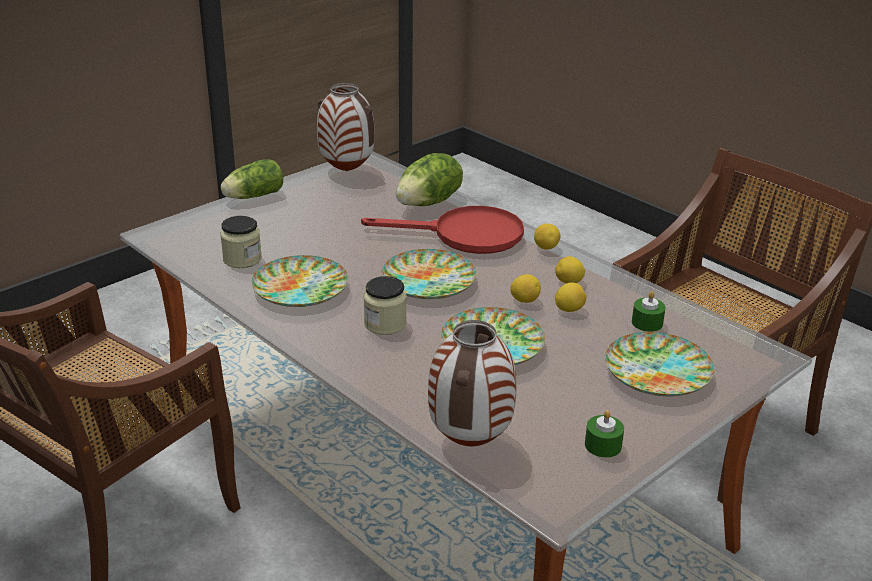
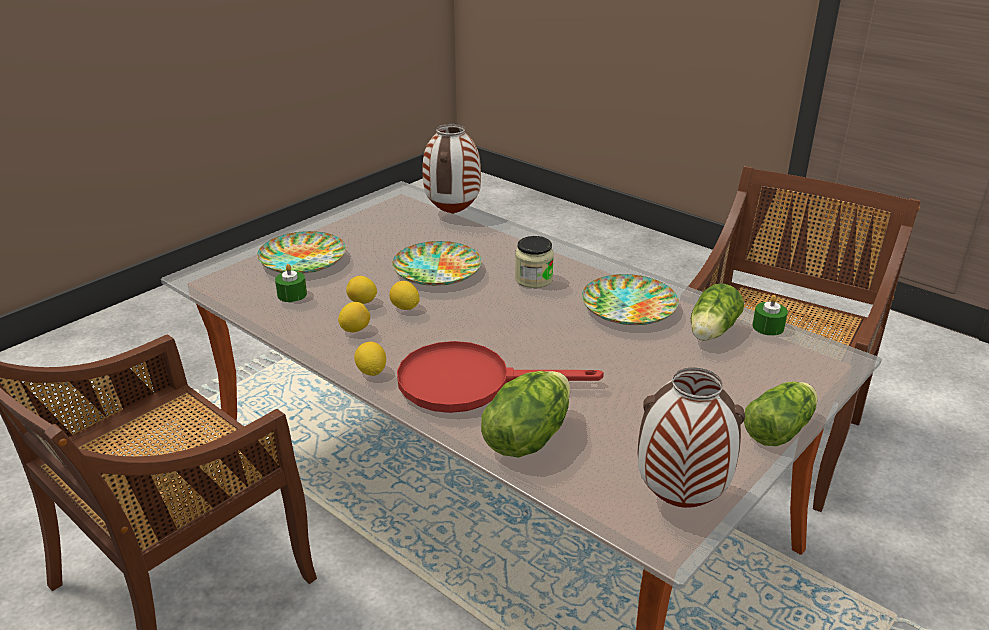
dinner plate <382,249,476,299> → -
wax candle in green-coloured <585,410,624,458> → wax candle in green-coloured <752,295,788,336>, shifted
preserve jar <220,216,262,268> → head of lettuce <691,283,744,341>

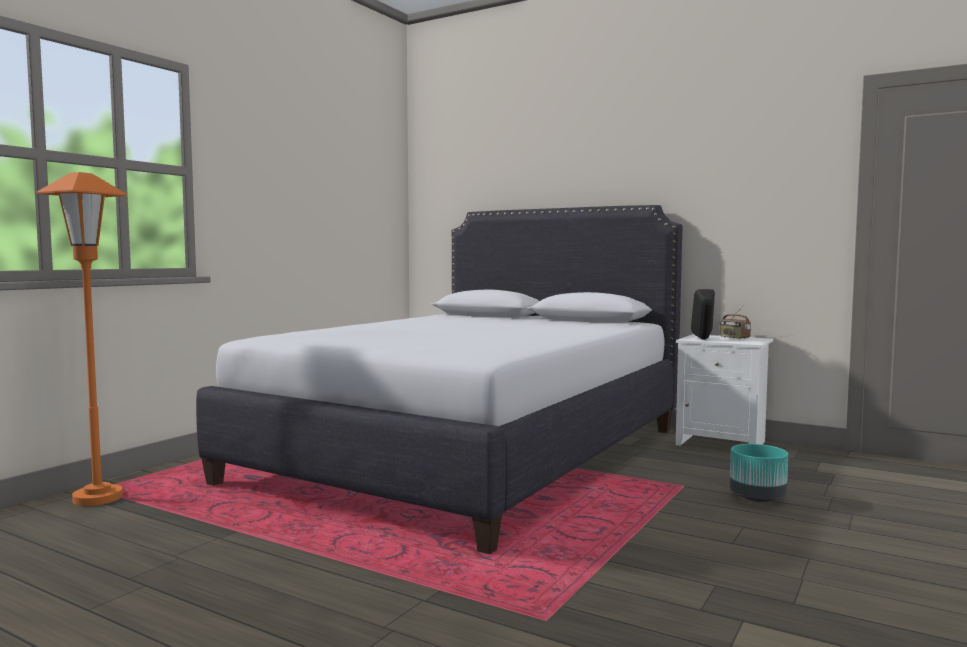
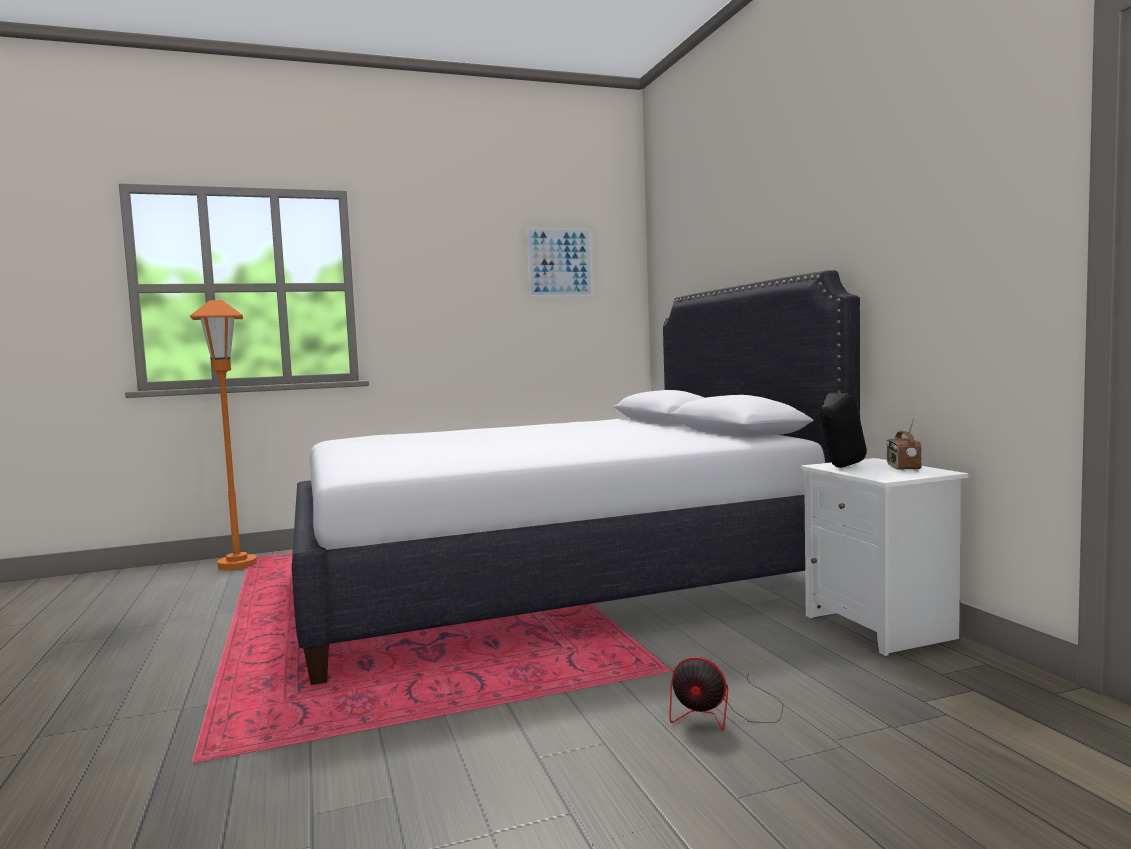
- → picture <526,227,593,297>
planter in blue-green <730,444,788,502> → fan <669,657,784,730>

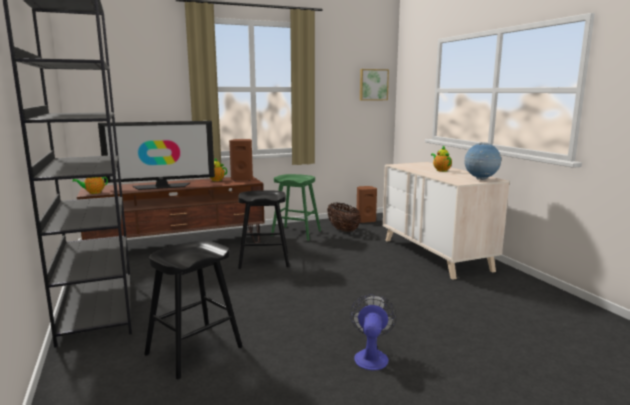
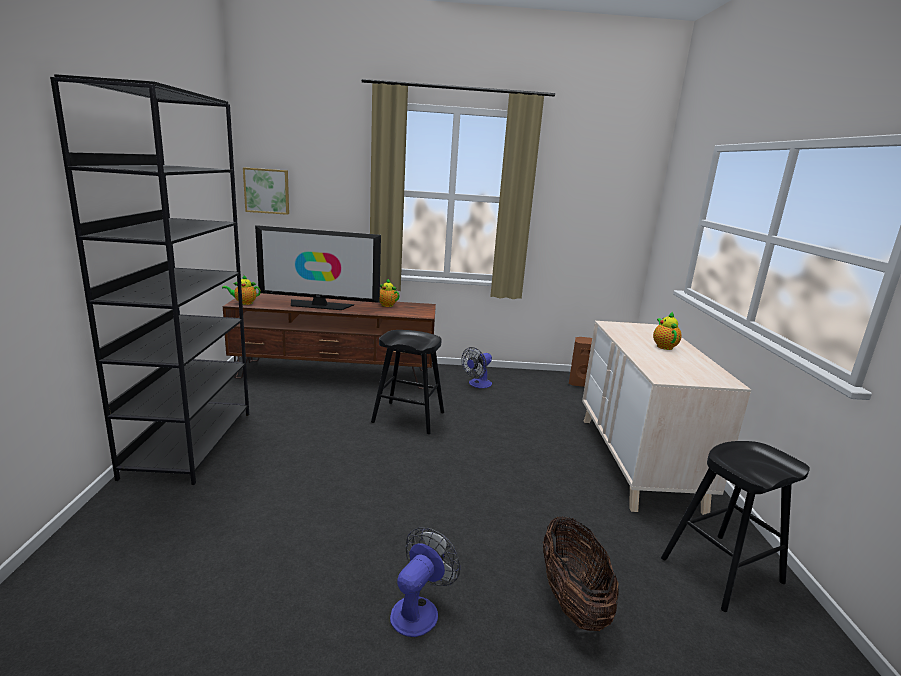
audio speaker in brown <229,139,253,181> → -
globe <464,142,501,180> → -
stool in blackish <144,241,242,379> → stool in blackish <661,441,810,612>, shifted
basket <327,203,361,232> → basket <543,516,619,631>, shifted
picture <360,69,389,101> → picture <243,168,289,215>, shifted
stool in green-coloured <271,174,321,241> → fan <461,347,492,388>

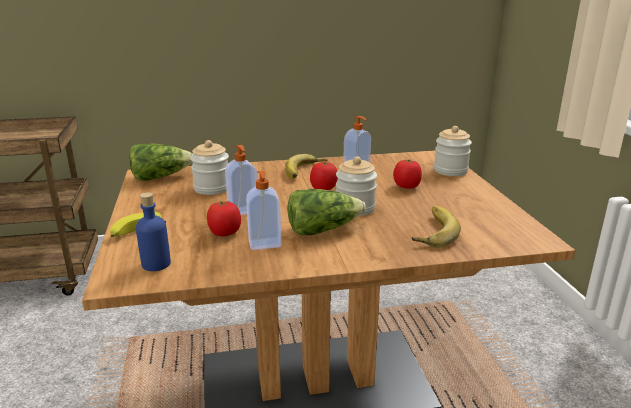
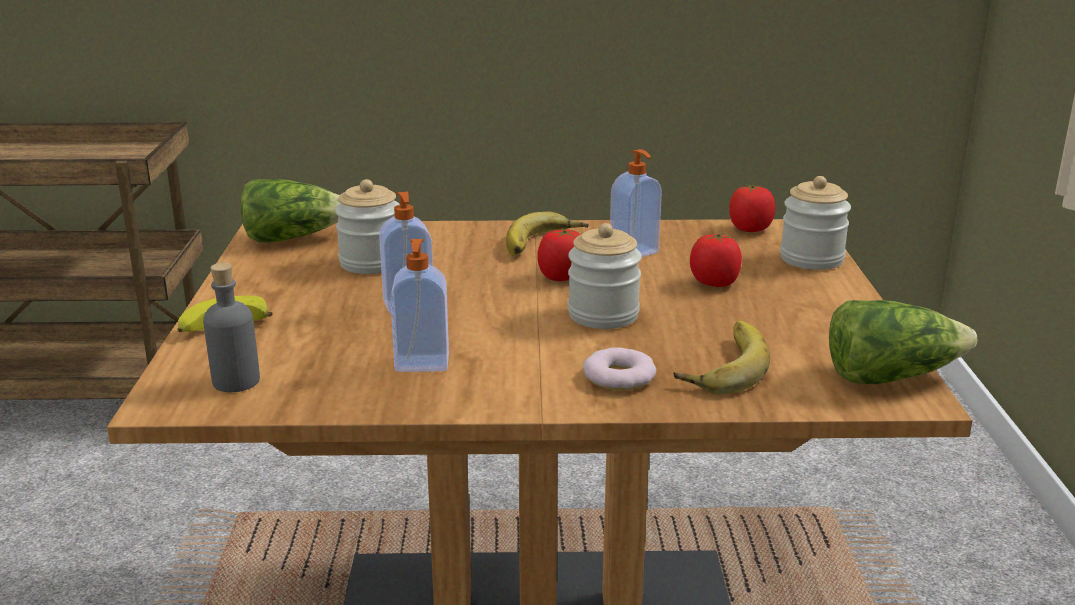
- → ring doughnut <583,347,656,390>
fresh tomato <207,200,241,236> → fresh tomato <729,184,775,232>, shifted
head of lettuce <288,189,366,235> → head of lettuce <829,300,977,384>, shifted
beverage bottle in bluish <136,192,171,271> → beverage bottle in greyish <203,263,260,392>

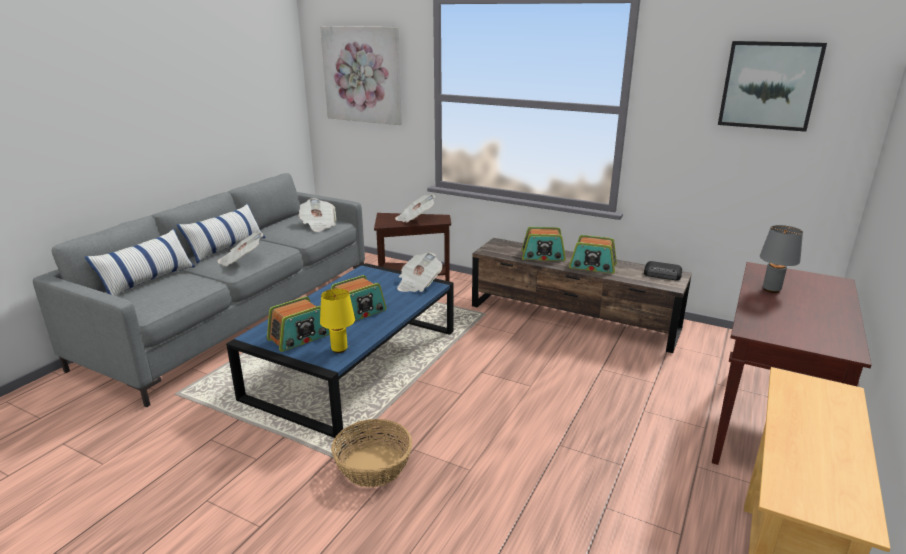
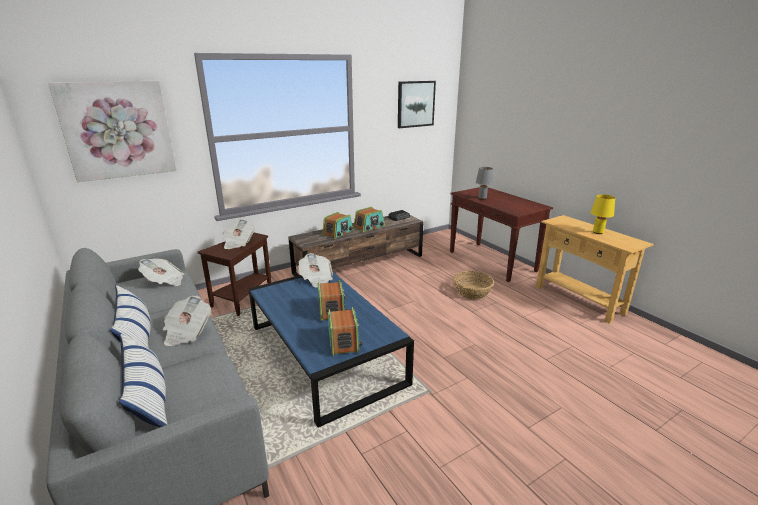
lamp for a table in yellowish <320,289,355,353> → lamp for a table in yellowish <591,194,615,234>, shifted
basket <331,419,412,487> → basket <454,271,494,300>, shifted

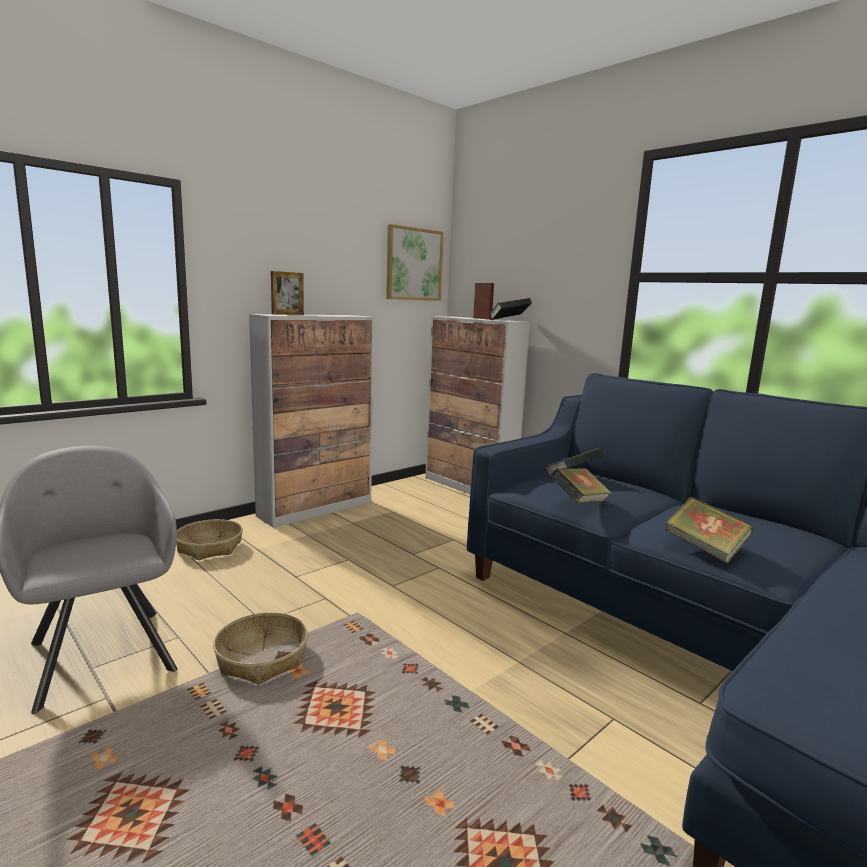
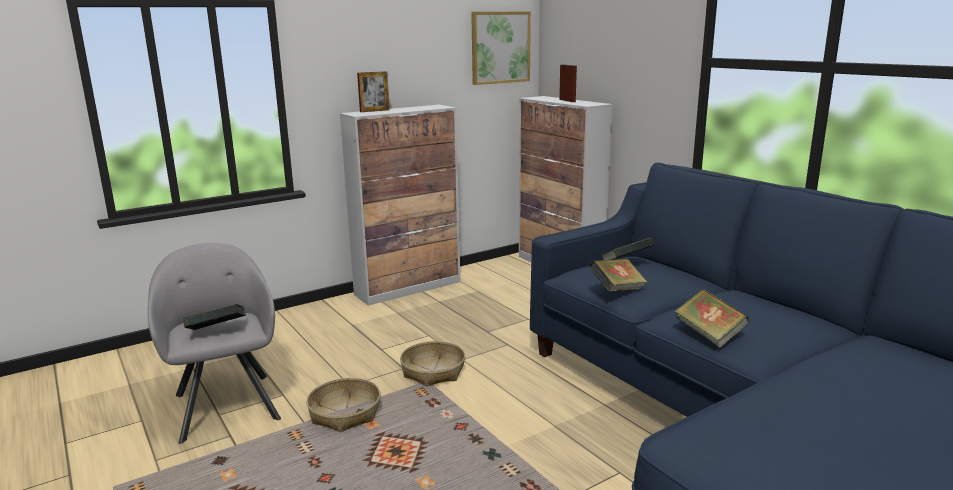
basket <176,519,243,560> → basket <400,341,466,386>, shifted
bound book <489,298,532,320> → bound book <183,304,246,330>, shifted

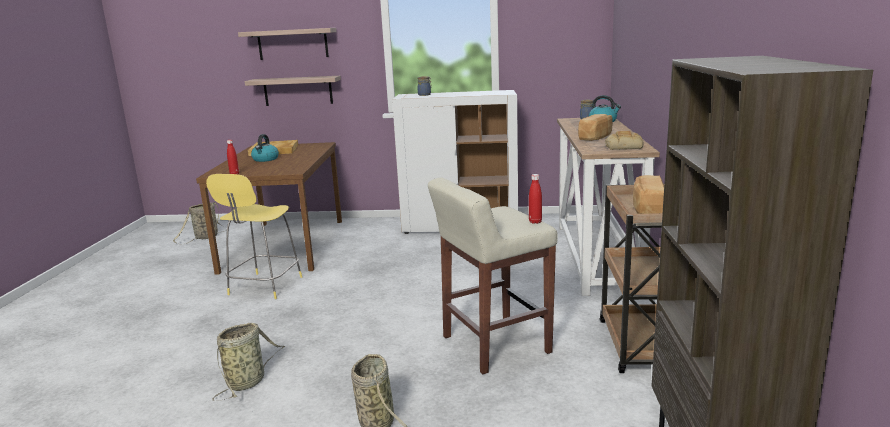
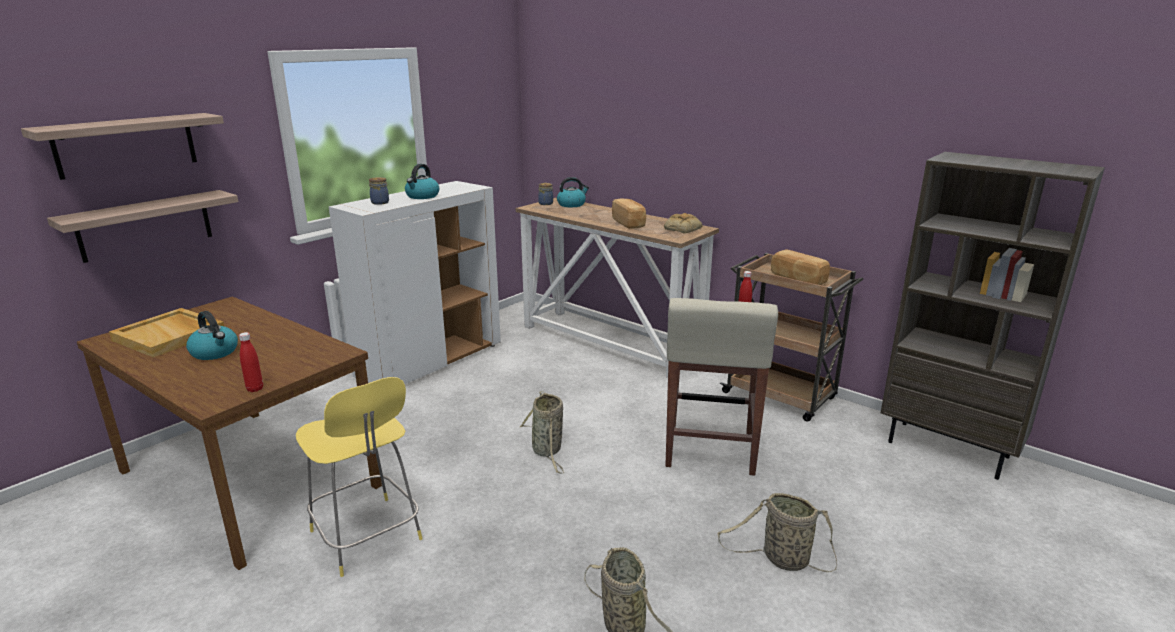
- → kettle <405,164,439,199>
basket <173,202,227,245> → basket <520,391,564,474>, shifted

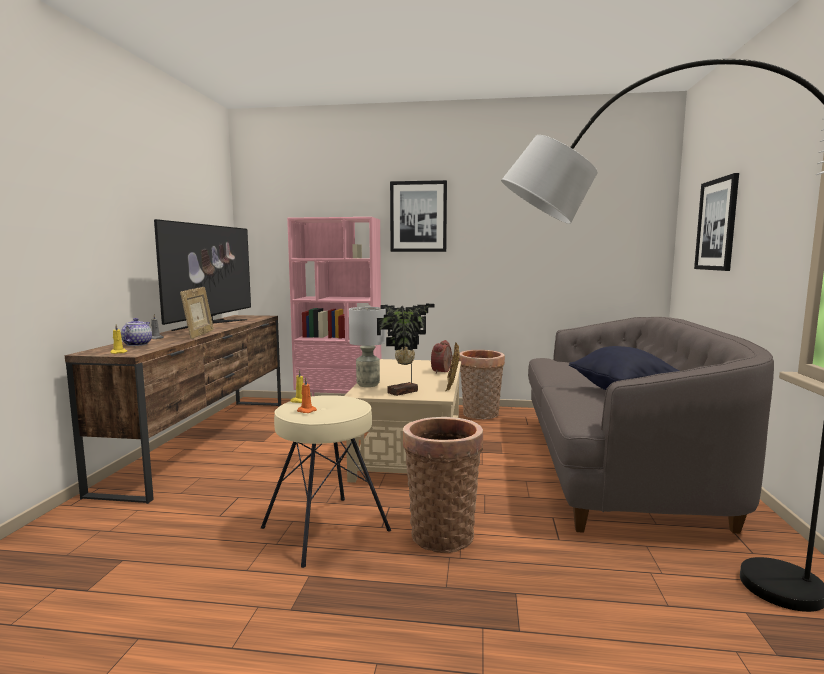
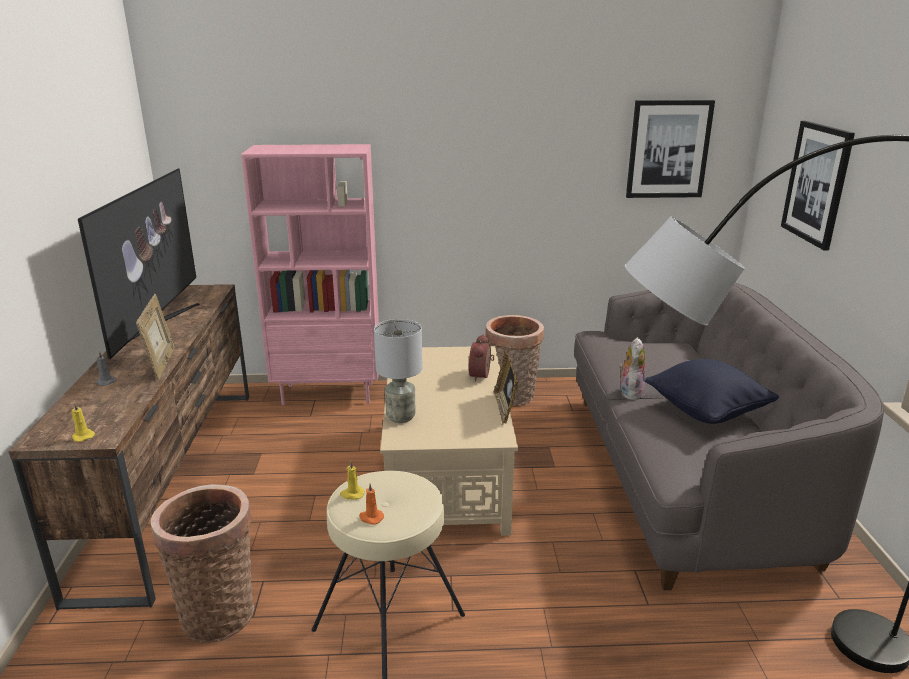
teapot <121,318,152,346> → -
houseplant <377,304,434,396> → -
- → plush toy <619,337,645,400>
picture <390,180,447,252> → picture <626,100,715,198>, shifted
basket <403,417,483,553> → basket <151,484,254,643>, shifted

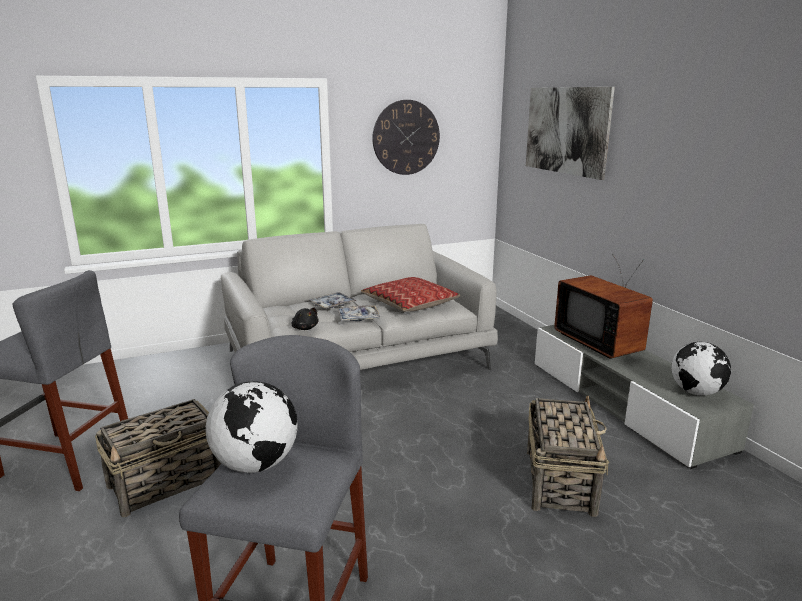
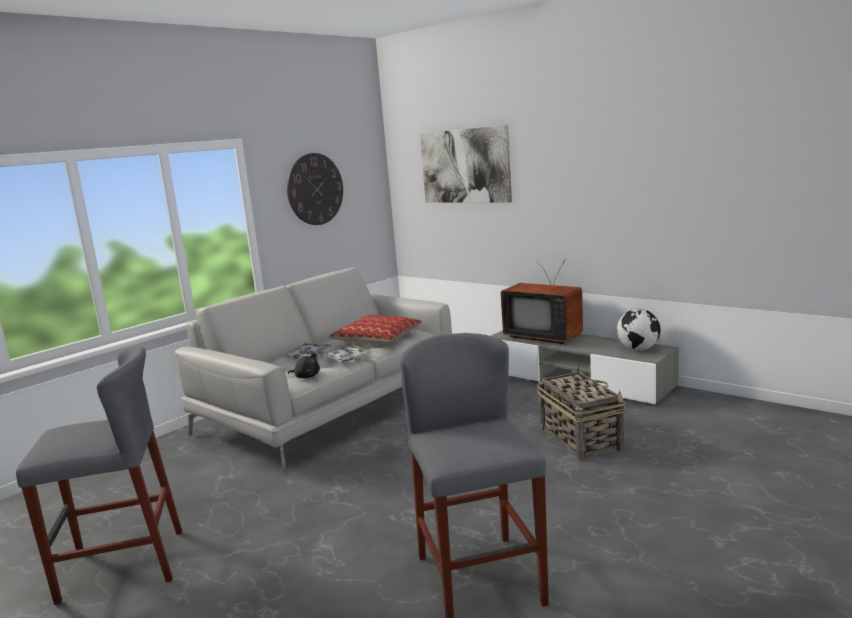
basket <95,399,222,517> → -
globe <206,381,298,473> → -

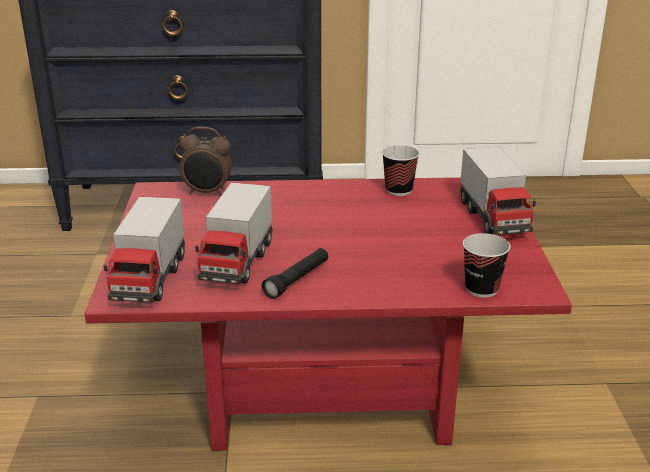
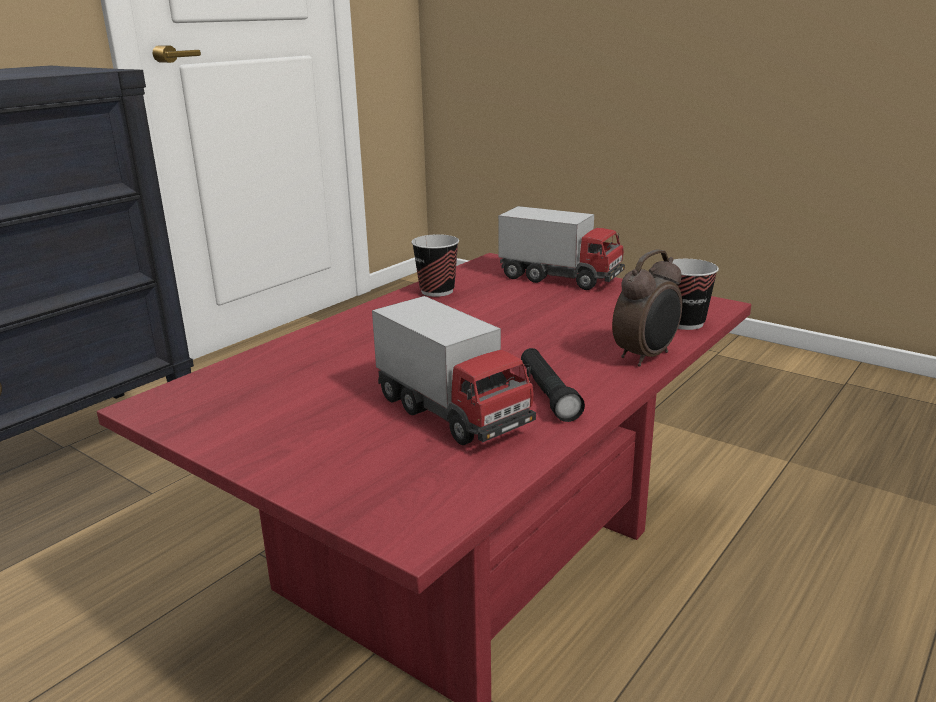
toy truck <104,197,185,303> → -
alarm clock <179,127,232,196> → alarm clock <612,249,682,367>, shifted

